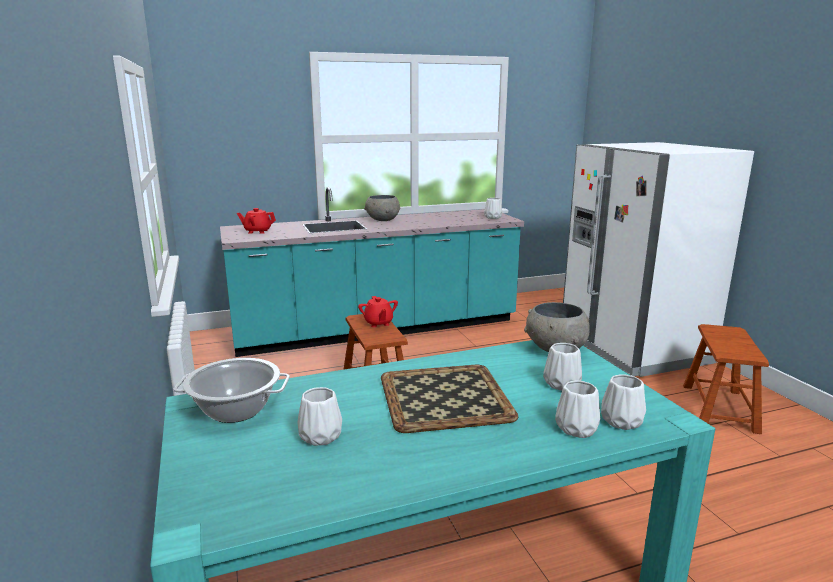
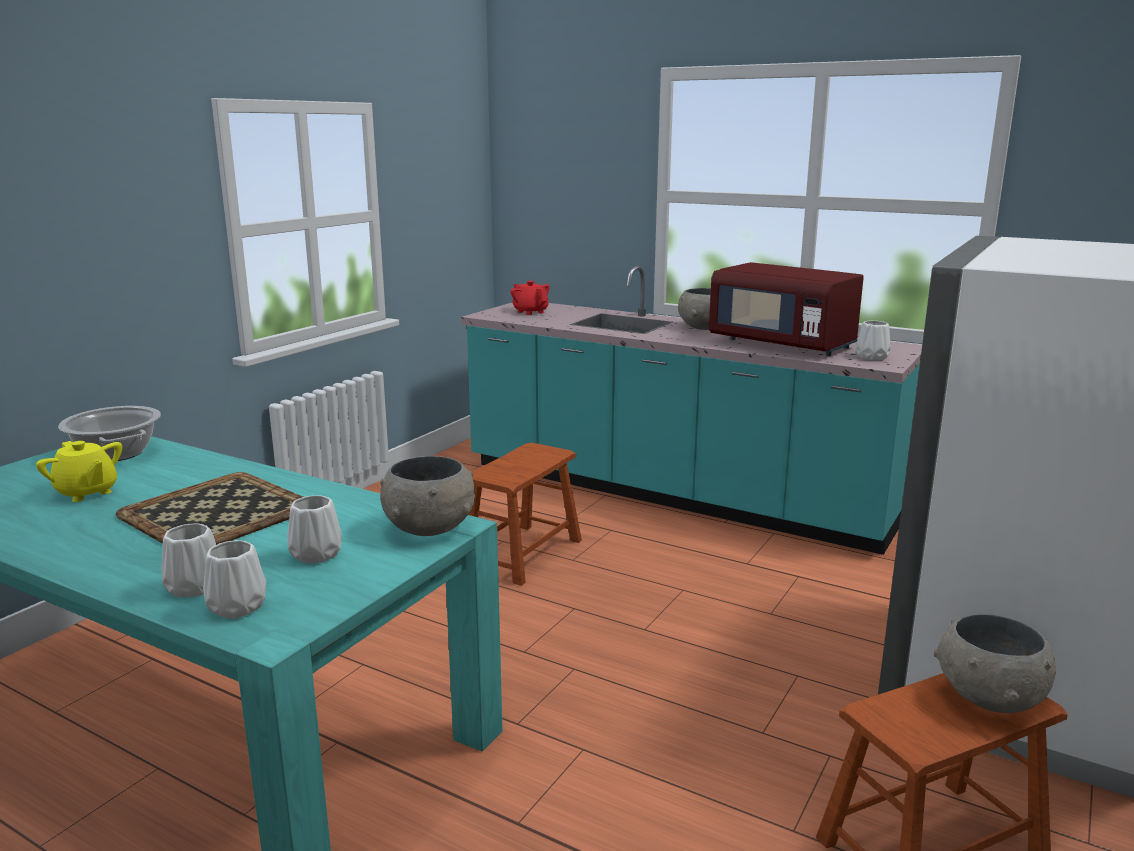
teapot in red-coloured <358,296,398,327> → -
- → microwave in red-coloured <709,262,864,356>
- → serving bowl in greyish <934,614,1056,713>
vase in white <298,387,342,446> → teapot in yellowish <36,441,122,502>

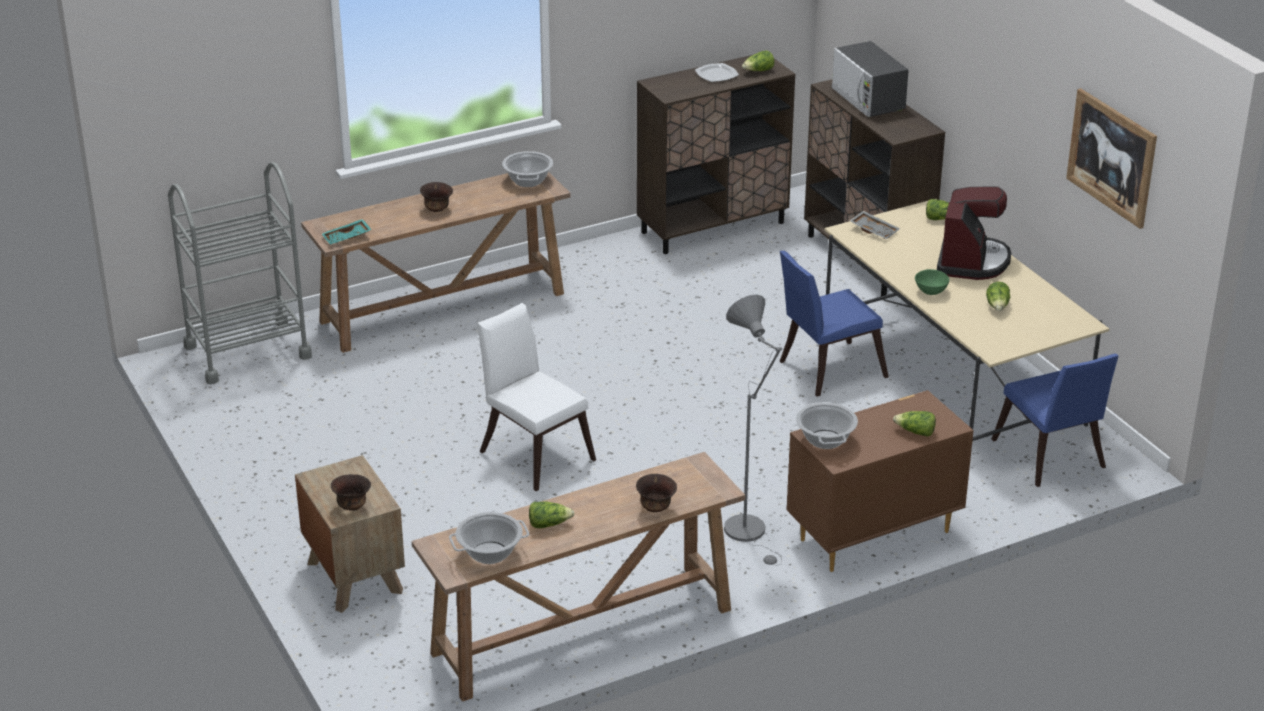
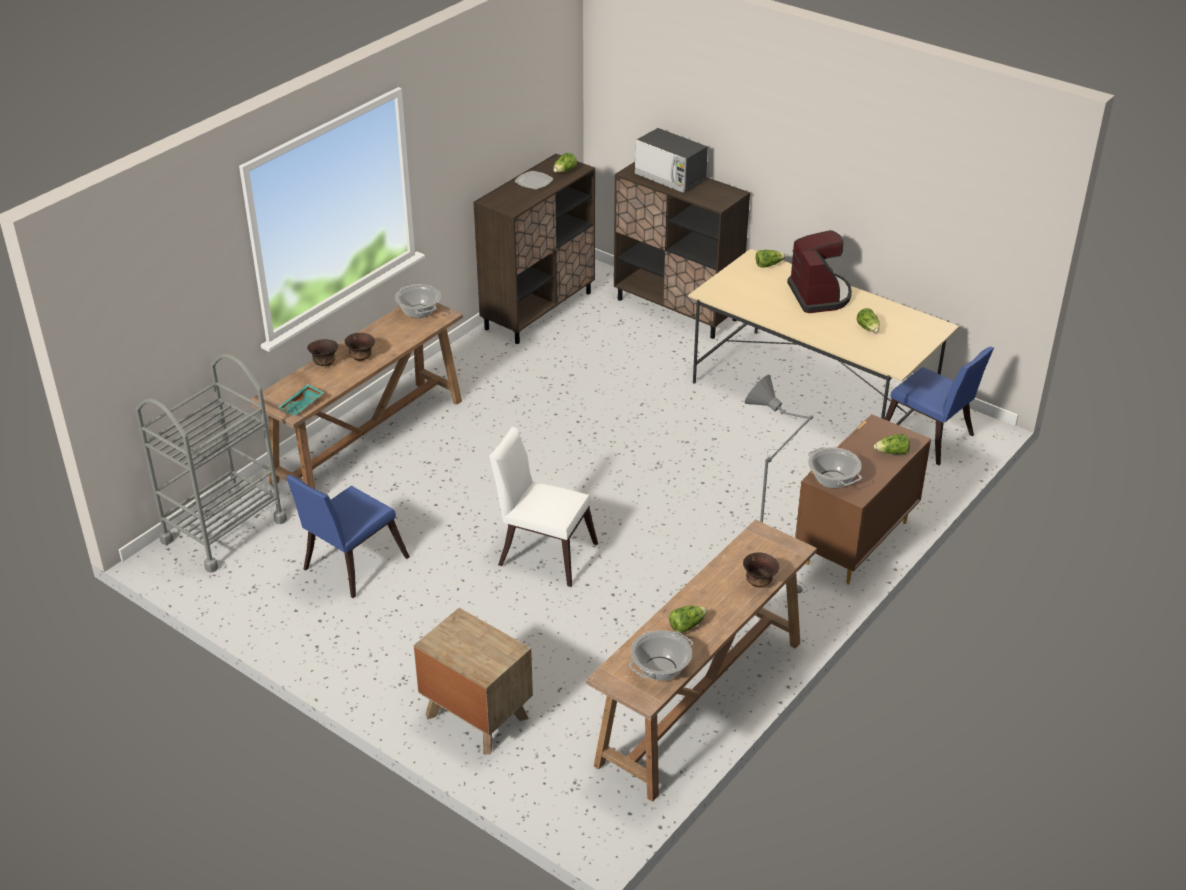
serving tray in greyish <849,211,900,239> → -
serving bowl in green-coloured <915,269,949,295> → -
picture <1066,88,1157,229> → -
serving bowl in brown <331,474,371,511> → serving bowl in brown <307,339,338,366>, shifted
upright chair in bluish <779,251,889,397> → upright chair in bluish <286,475,410,598>, shifted

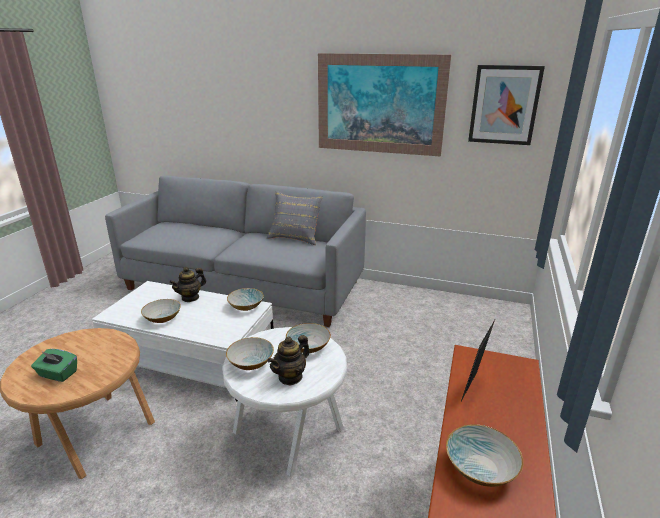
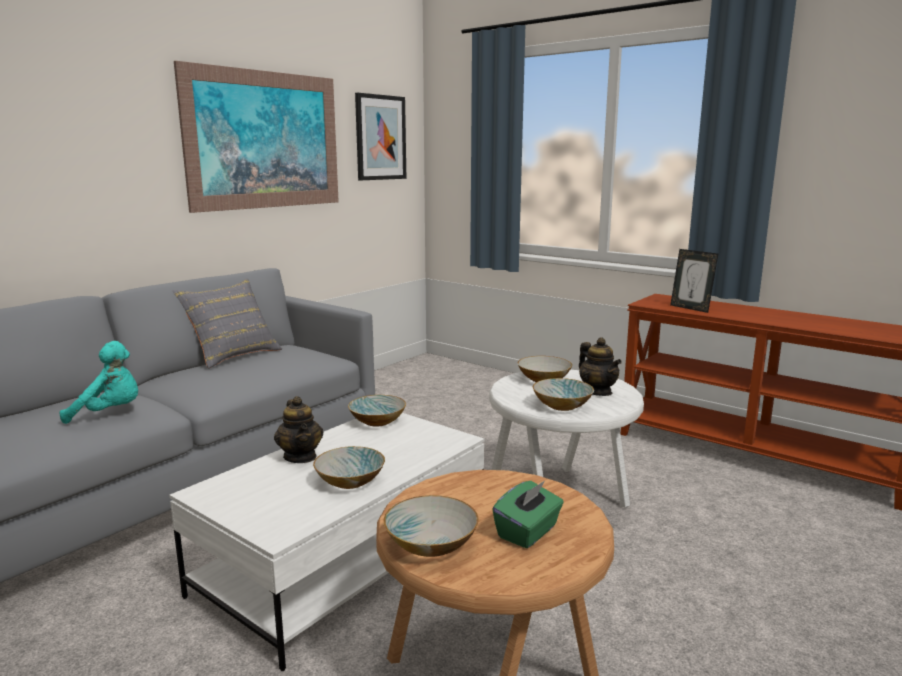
- → plush toy in blue-green <59,341,138,424>
serving bowl <446,424,523,487> → serving bowl <384,495,479,557>, shifted

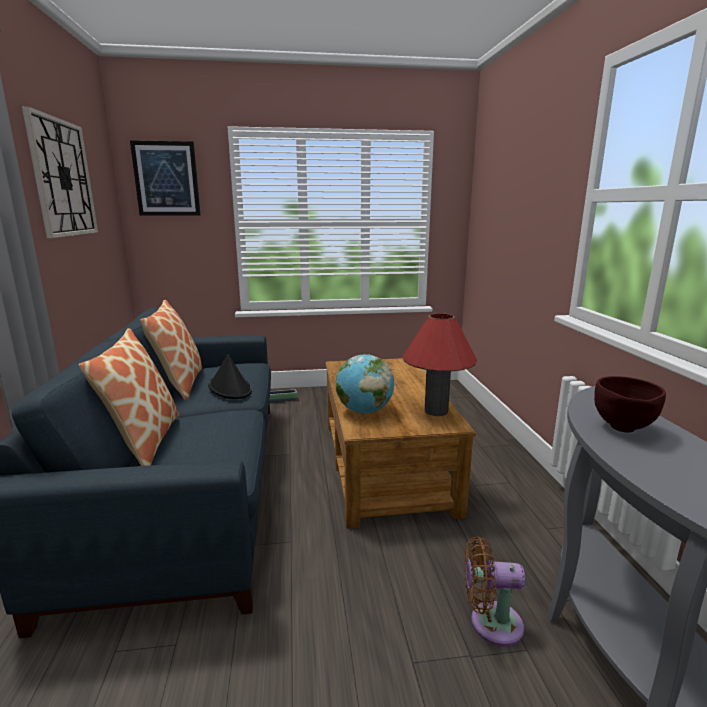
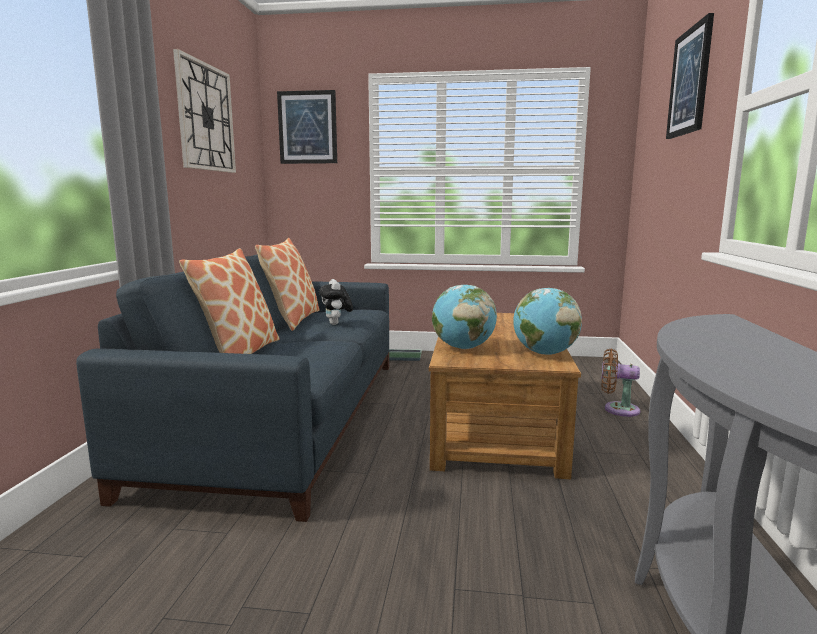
serving bowl in brown <594,376,666,432> → -
- → picture <666,13,714,139>
fan in brown <465,536,525,646> → fan in brown <601,349,640,417>, shifted
wearable hat in blackish <208,354,252,399> → plush toy <319,279,353,325>
lamp for a table in red-coloured <403,313,477,416> → globe <513,288,582,355>

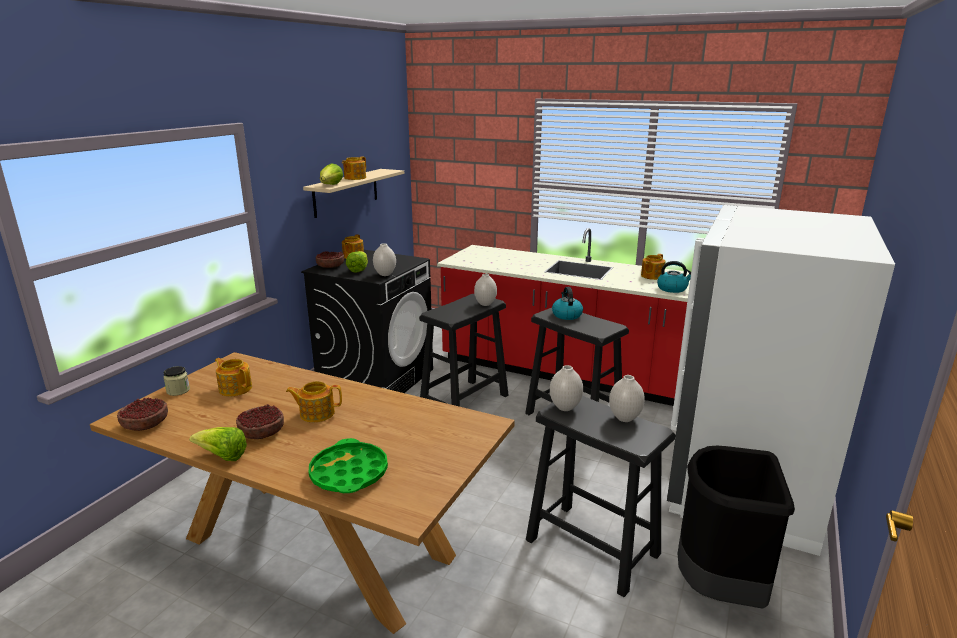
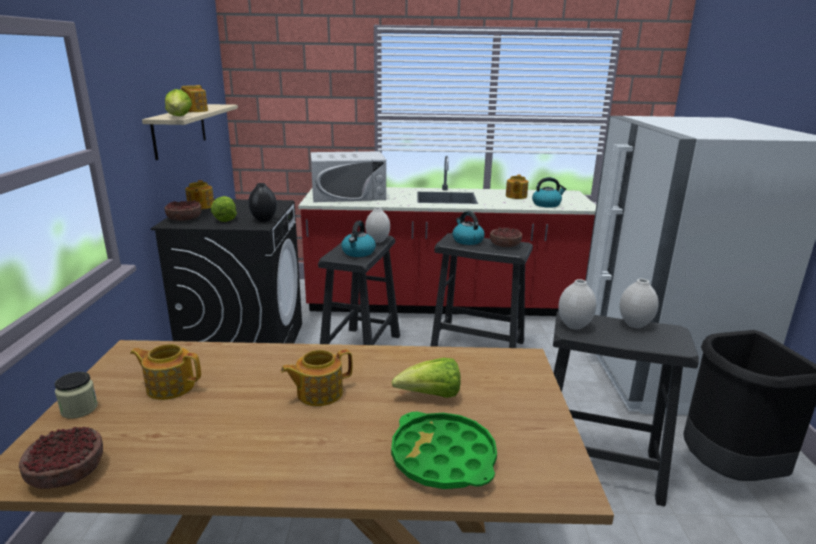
- → microwave in white <311,151,386,202>
- → kettle <341,221,376,257>
head of lettuce <189,427,247,461> → head of lettuce <391,358,461,398>, shifted
serving bowl <236,404,284,439> → serving bowl <490,227,522,247>, shifted
vase in white <373,243,396,276> → vase in blackish <248,183,277,222>

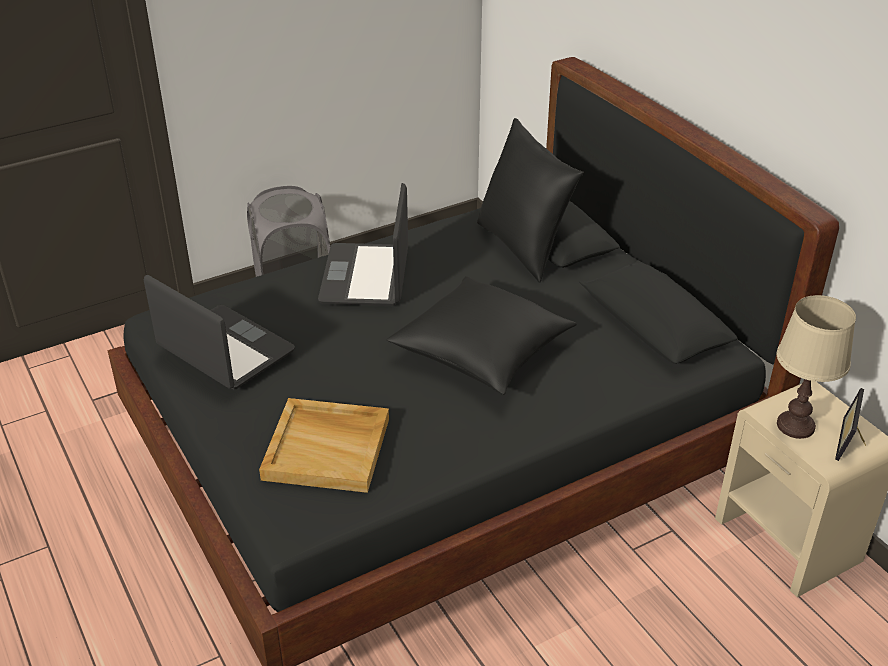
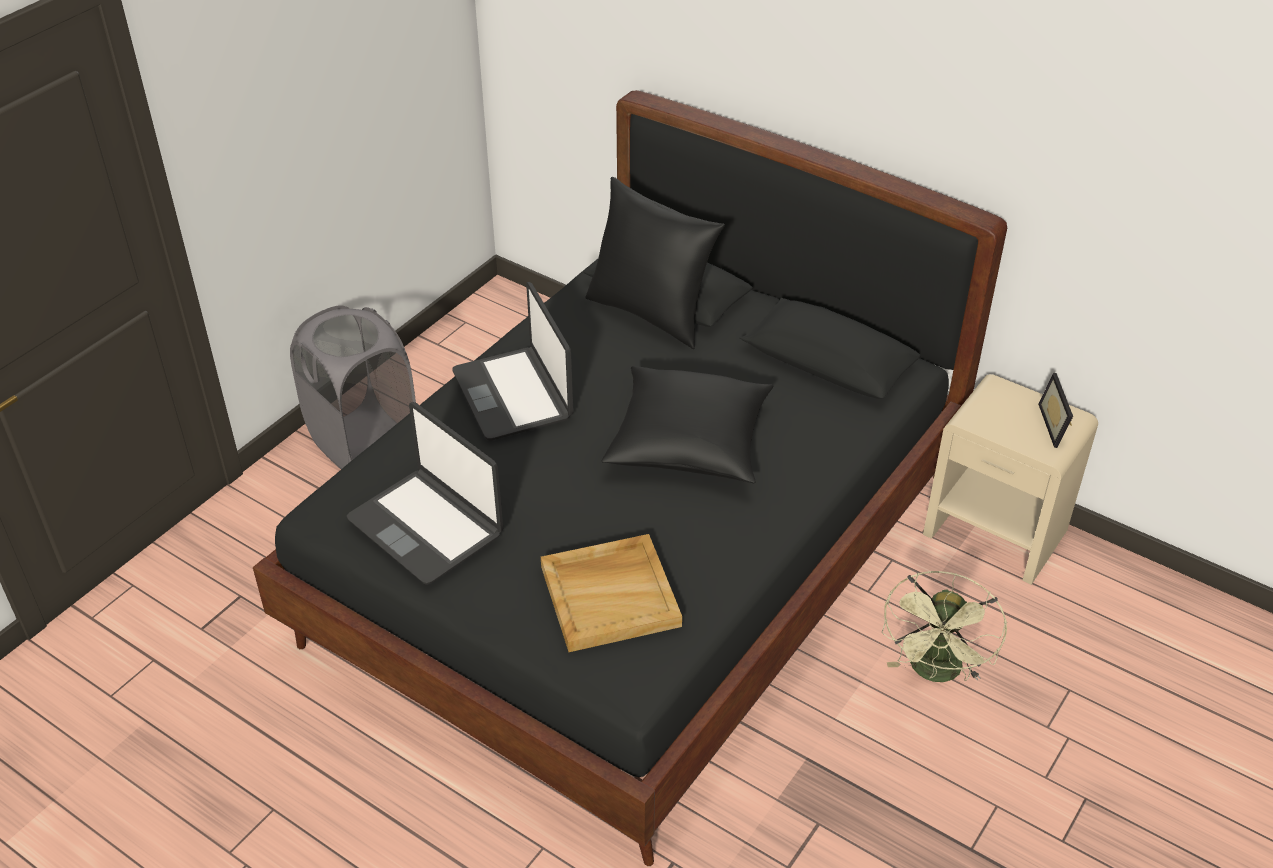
lamp for a table in beige <777,295,856,439> → -
- → fan in green-coloured <882,571,1007,682>
laptop <144,275,295,389> → laptop <347,402,503,585>, 150 degrees counterclockwise

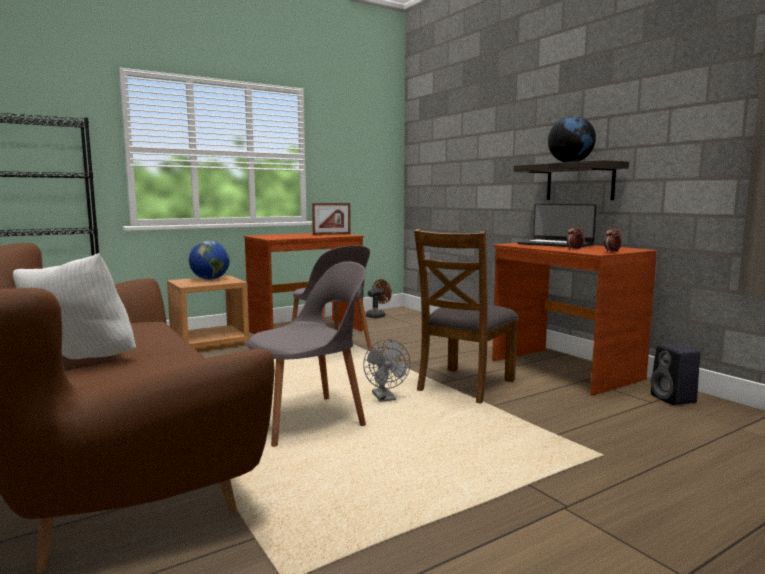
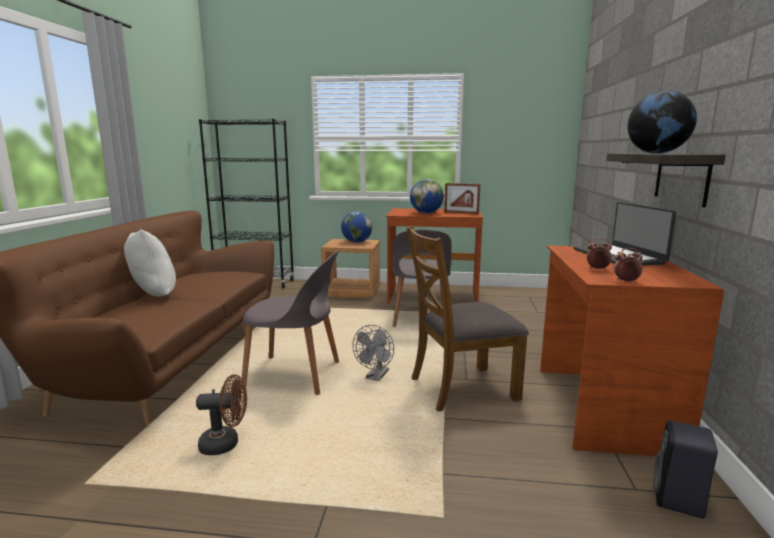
- → globe <410,179,444,214>
fan in brown <366,279,392,318> → fan in brown <196,374,247,455>, shifted

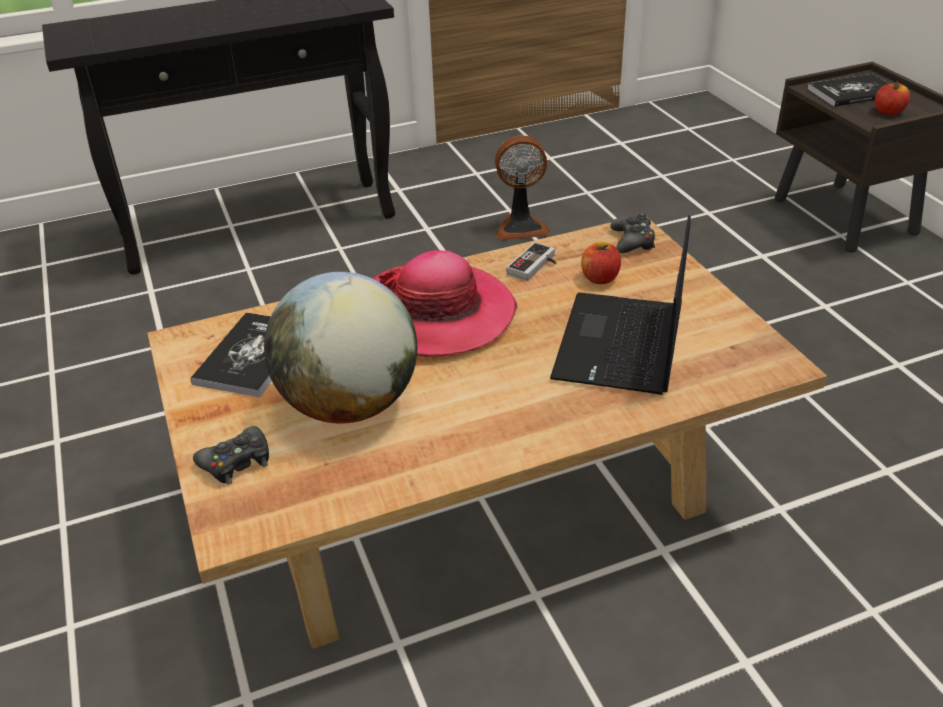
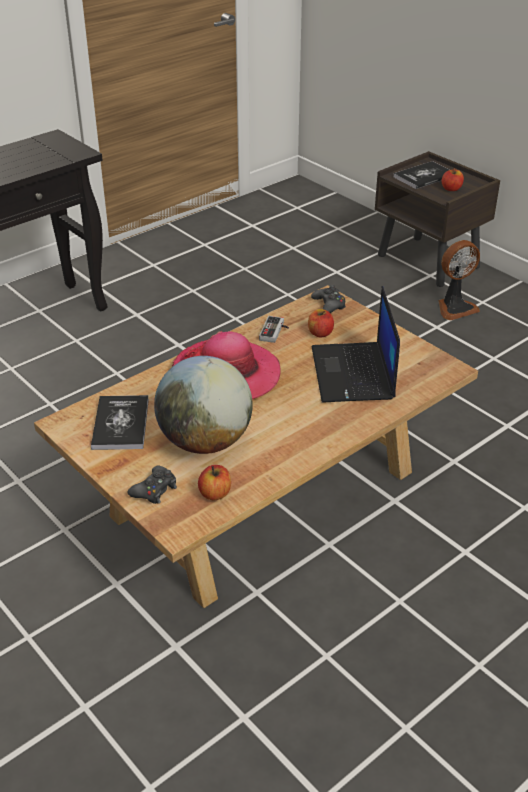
- → whole apple <198,465,231,501>
fan <495,135,550,240> → fan <439,240,480,321>, shifted

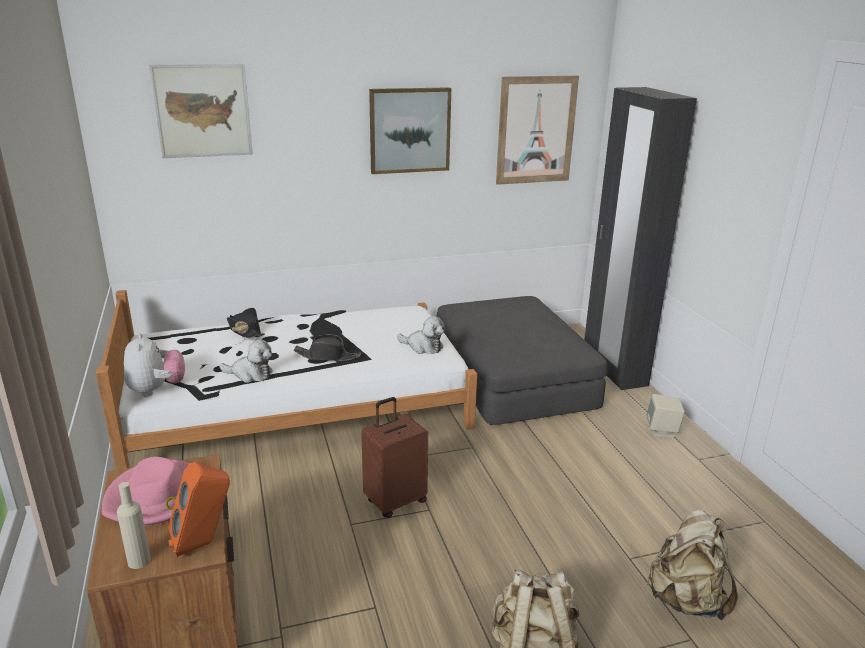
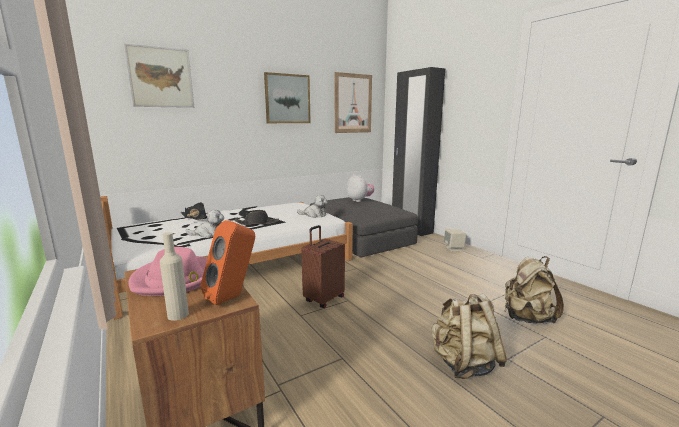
plush toy <124,333,185,397> → plush toy <346,174,374,202>, shifted

